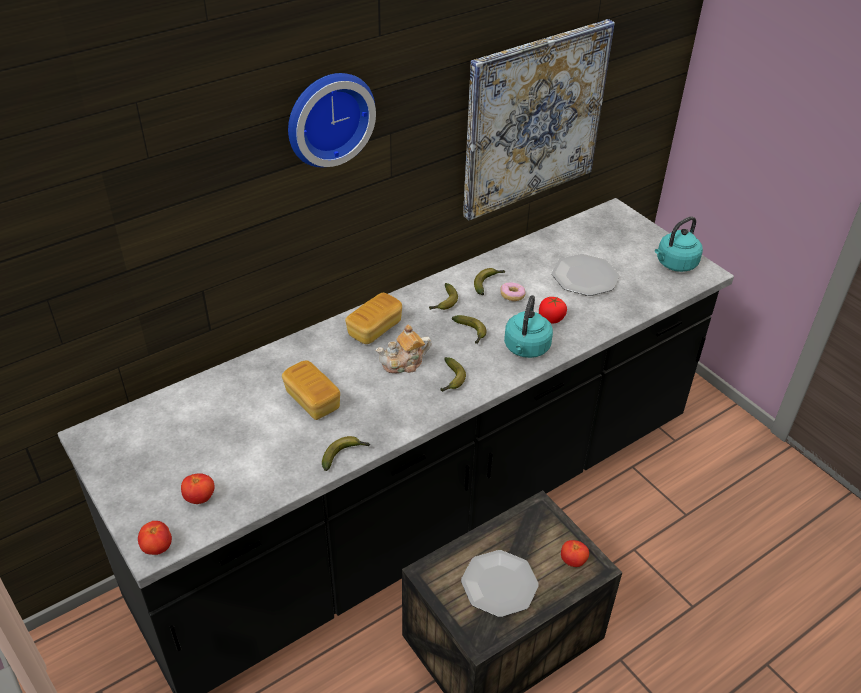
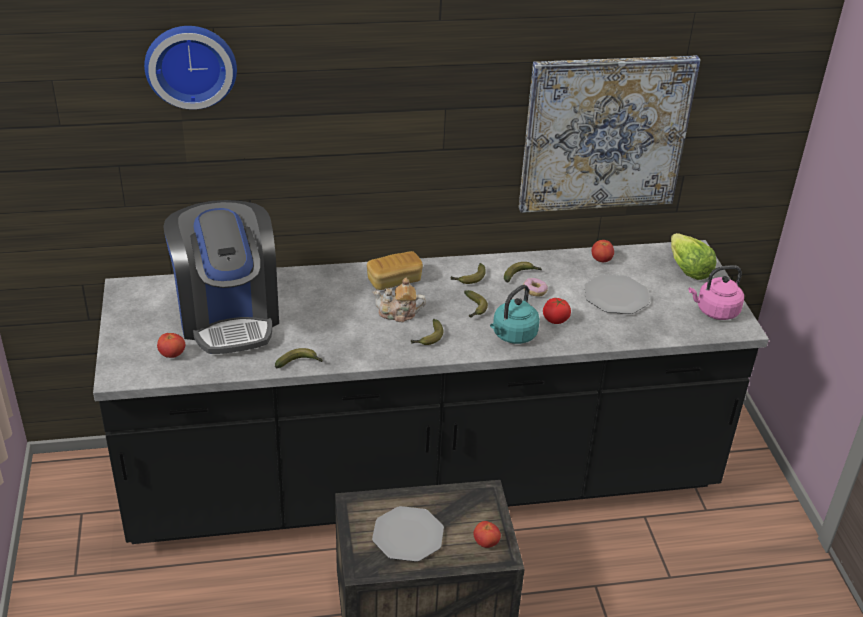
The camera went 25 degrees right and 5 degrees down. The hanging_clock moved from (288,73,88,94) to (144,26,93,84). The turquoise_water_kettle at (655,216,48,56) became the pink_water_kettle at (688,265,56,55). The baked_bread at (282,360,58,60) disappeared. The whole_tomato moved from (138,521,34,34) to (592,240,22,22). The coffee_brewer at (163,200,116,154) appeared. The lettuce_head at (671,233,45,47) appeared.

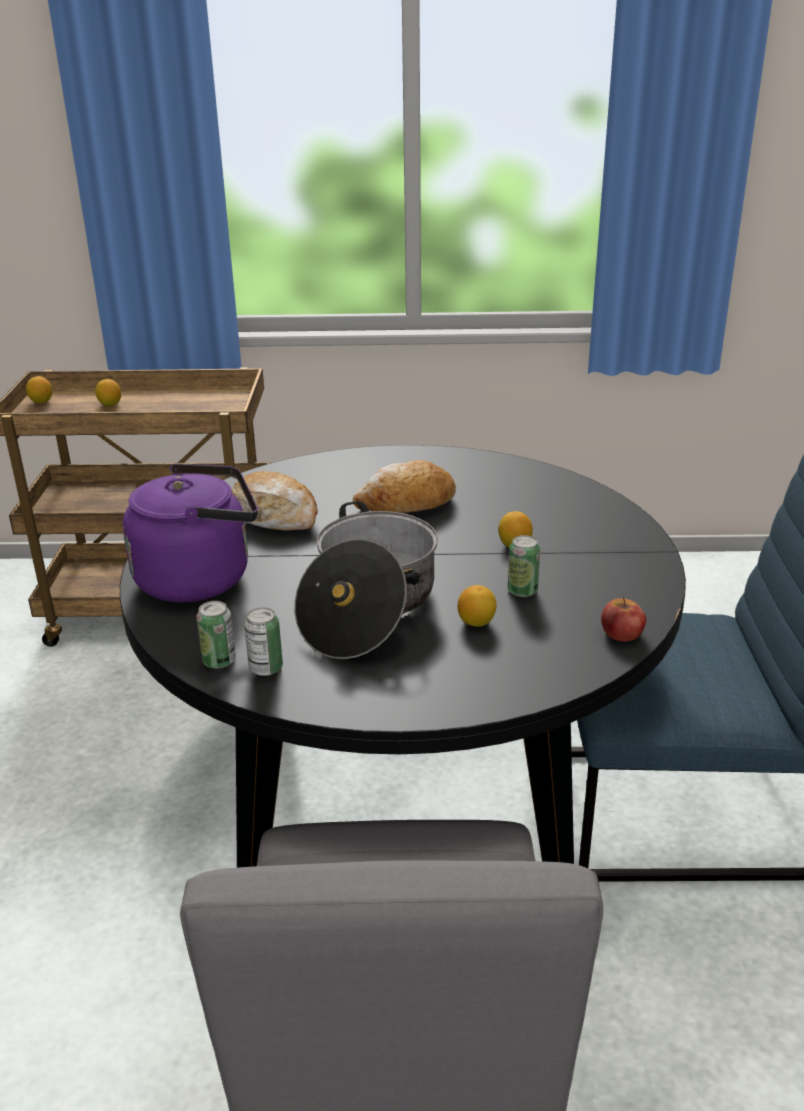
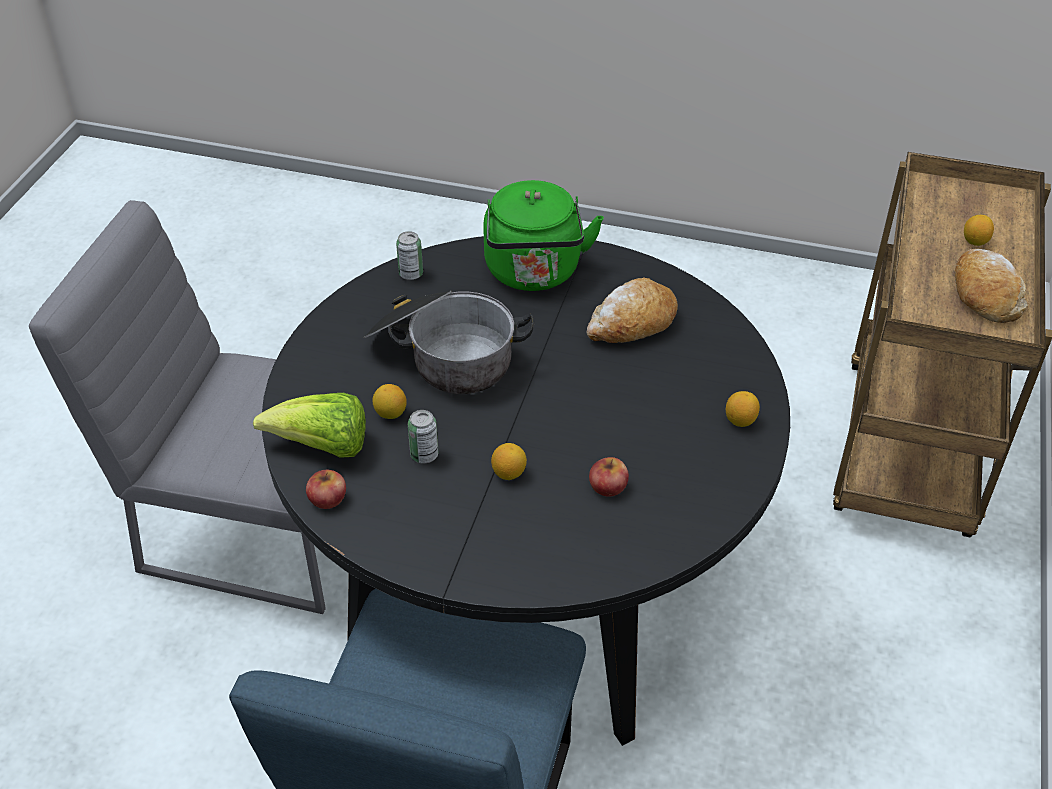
The camera went 105 degrees right and 15 degrees up. The citrus_fruit moved from (26,376,26,27) to (726,391,34,36). The baked_bread moved from (353,460,103,53) to (955,249,73,74). The purplish_water_kettle at (122,463,136,139) became the green_water_kettle at (483,180,121,111). The sealed_can at (244,607,39,69) disappeared. The lettuce_head at (253,393,113,65) appeared. The apple at (589,457,40,40) appeared.

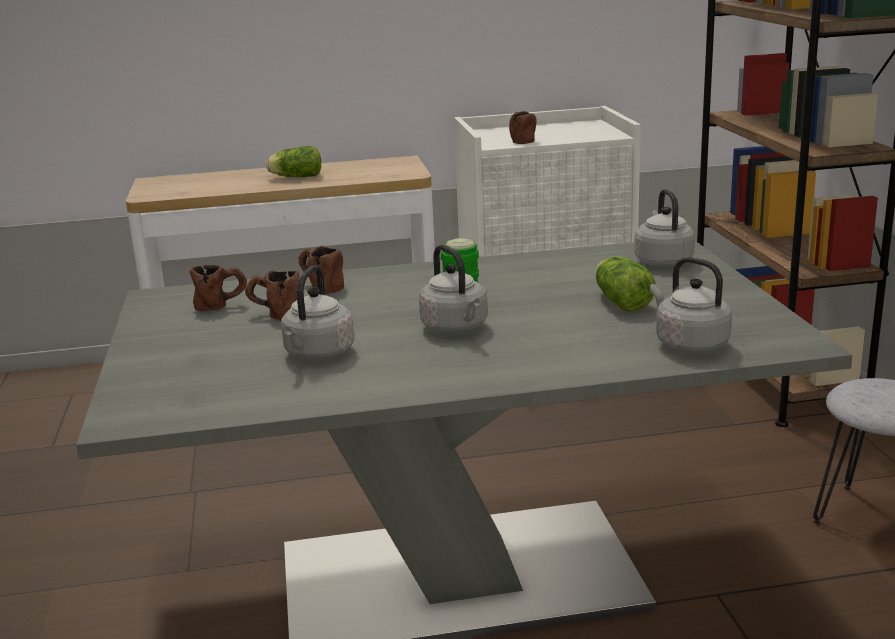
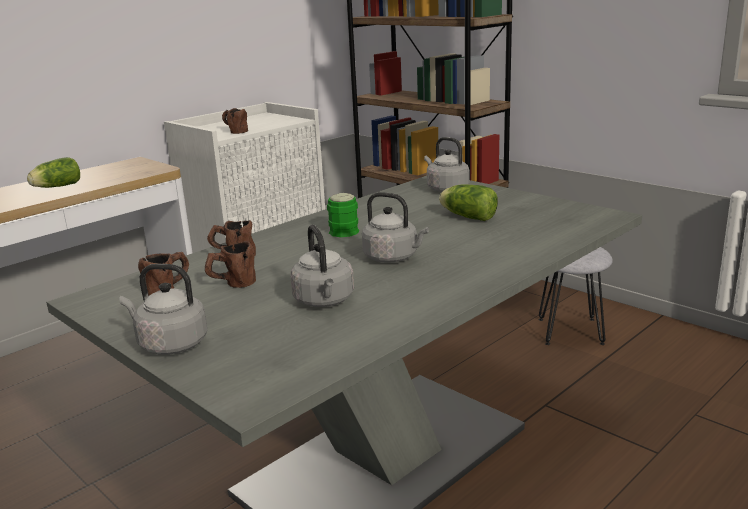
The camera went 35 degrees left and 0 degrees up. The grey_water_kettle moved from (650,257,82,96) to (119,264,88,91).

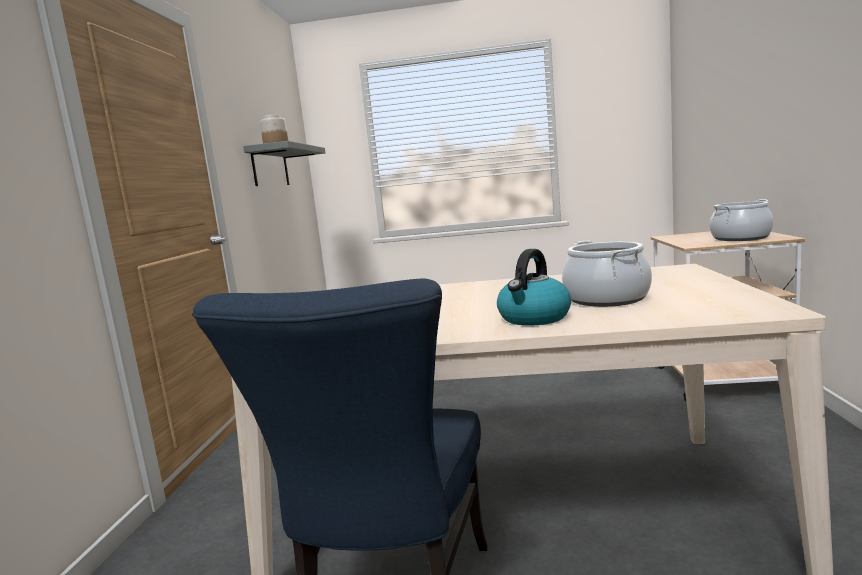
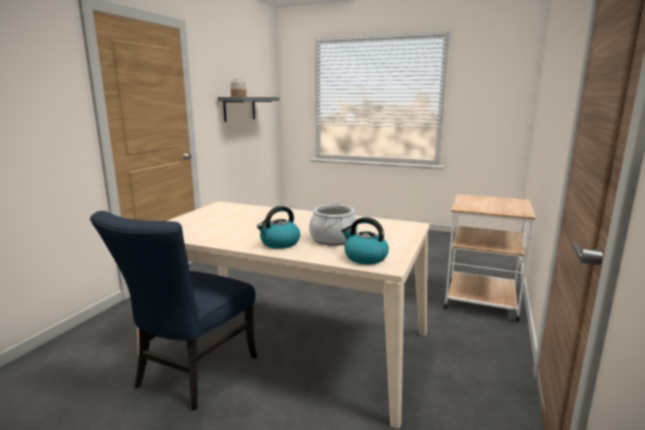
The camera went 15 degrees right and 5 degrees up. The saucepot at (710,199,63,42) disappeared. The water_kettle at (342,217,47,47) appeared.

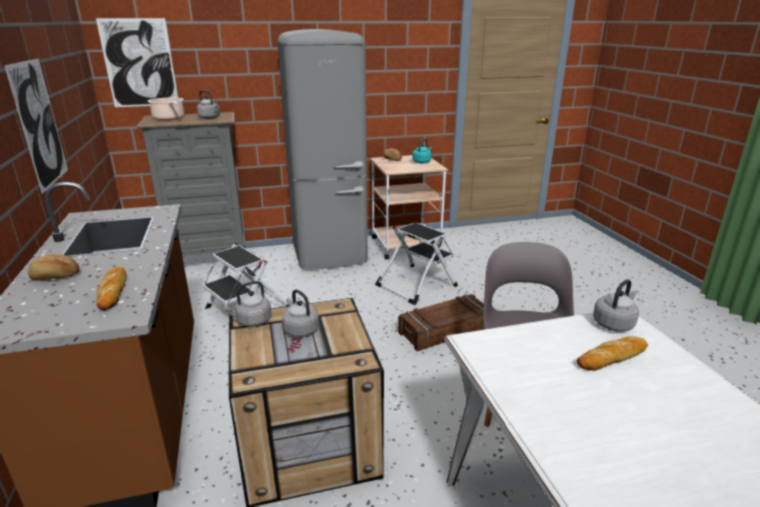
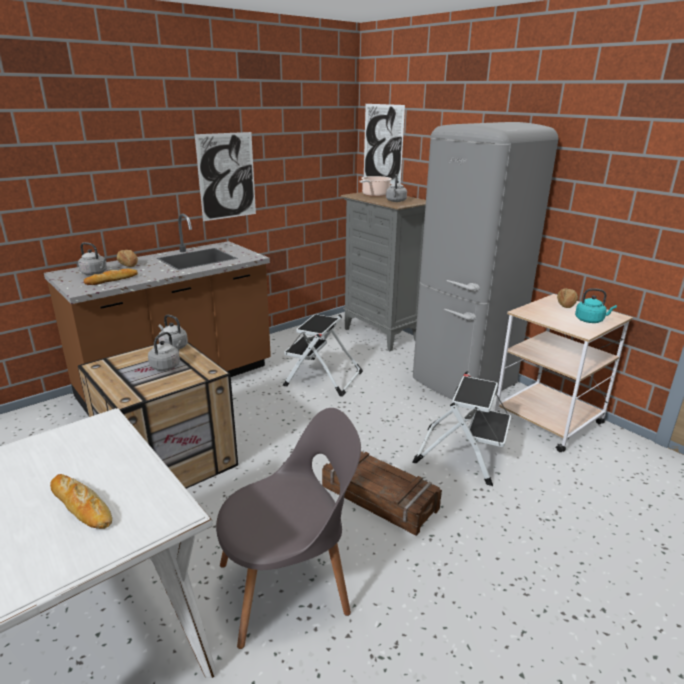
The camera went 65 degrees right and 0 degrees up. The grey_water_kettle moved from (593,279,46,53) to (78,242,29,33).

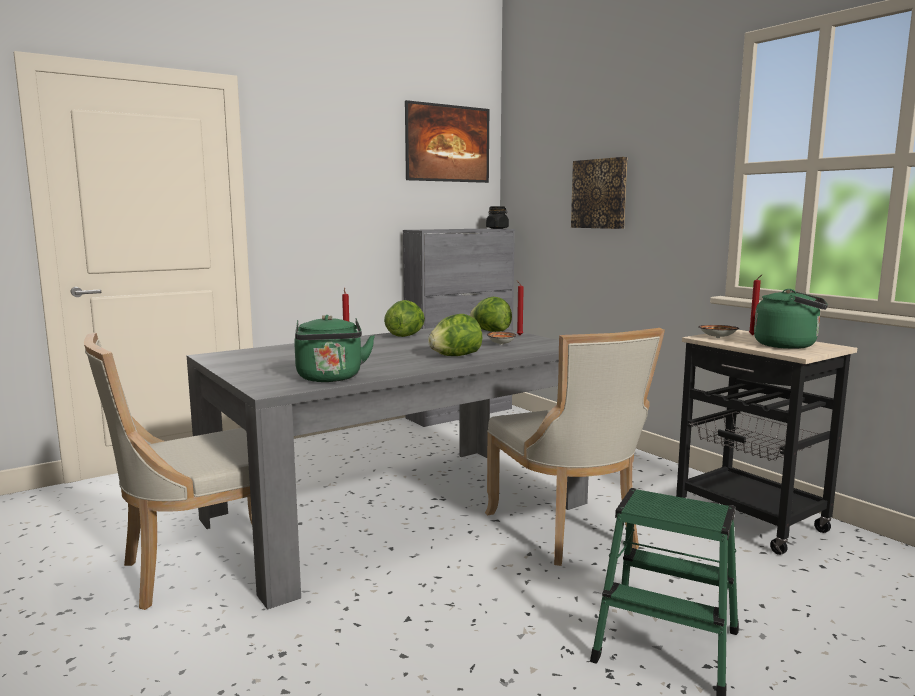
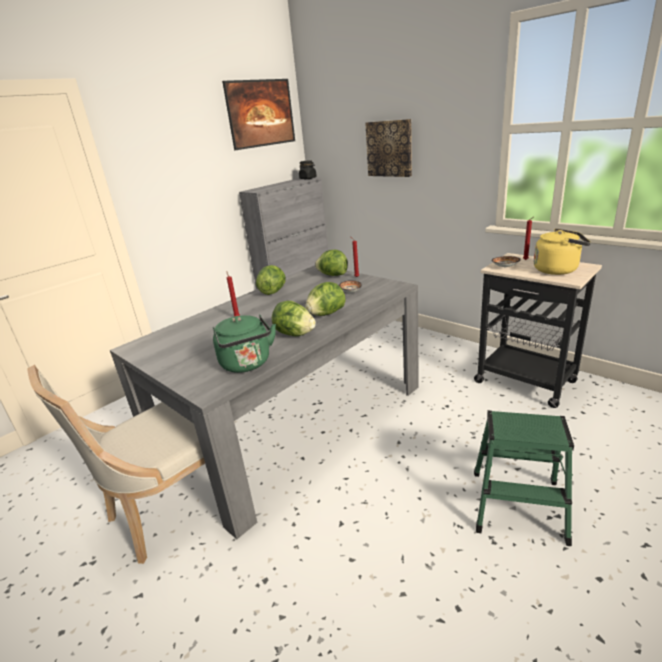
The camera went 10 degrees left and 15 degrees up. The green_water_kettle at (754,289,74,60) became the yellow_water_kettle at (534,228,57,47). The beige_chair at (485,328,180,238) disappeared. The lettuce_head at (272,301,44,35) appeared.

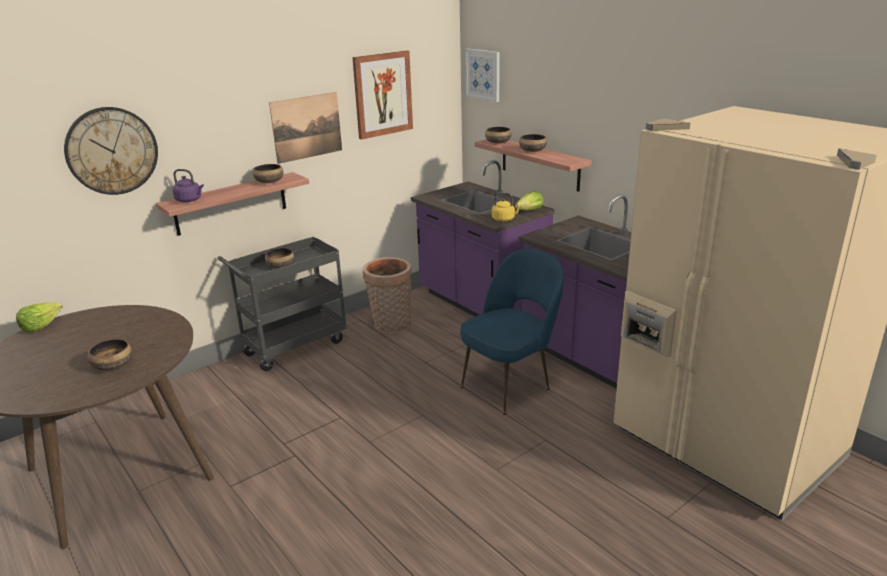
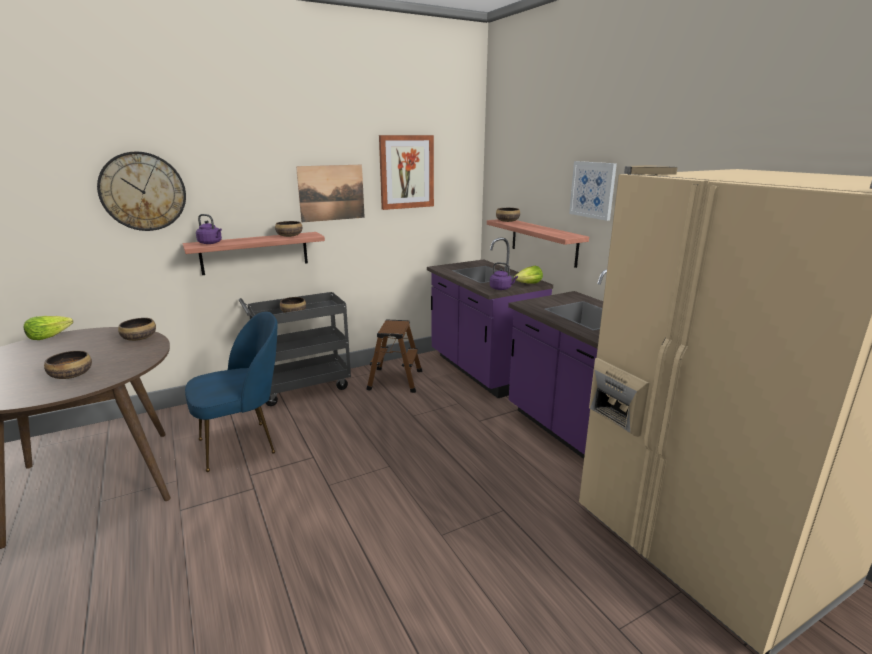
The camera went 10 degrees right and 5 degrees down. The wall_picture moved from (465,48,35,54) to (569,161,48,60). The serving_bowl moved from (519,134,28,18) to (118,318,38,23). The yellow_water_kettle at (492,192,30,29) became the purplish_water_kettle at (490,262,28,28). The bluish_chair moved from (460,249,104,166) to (185,312,93,160). The household_basket at (363,257,49,76) was replaced by the brown_step_ladder at (366,320,57,73).

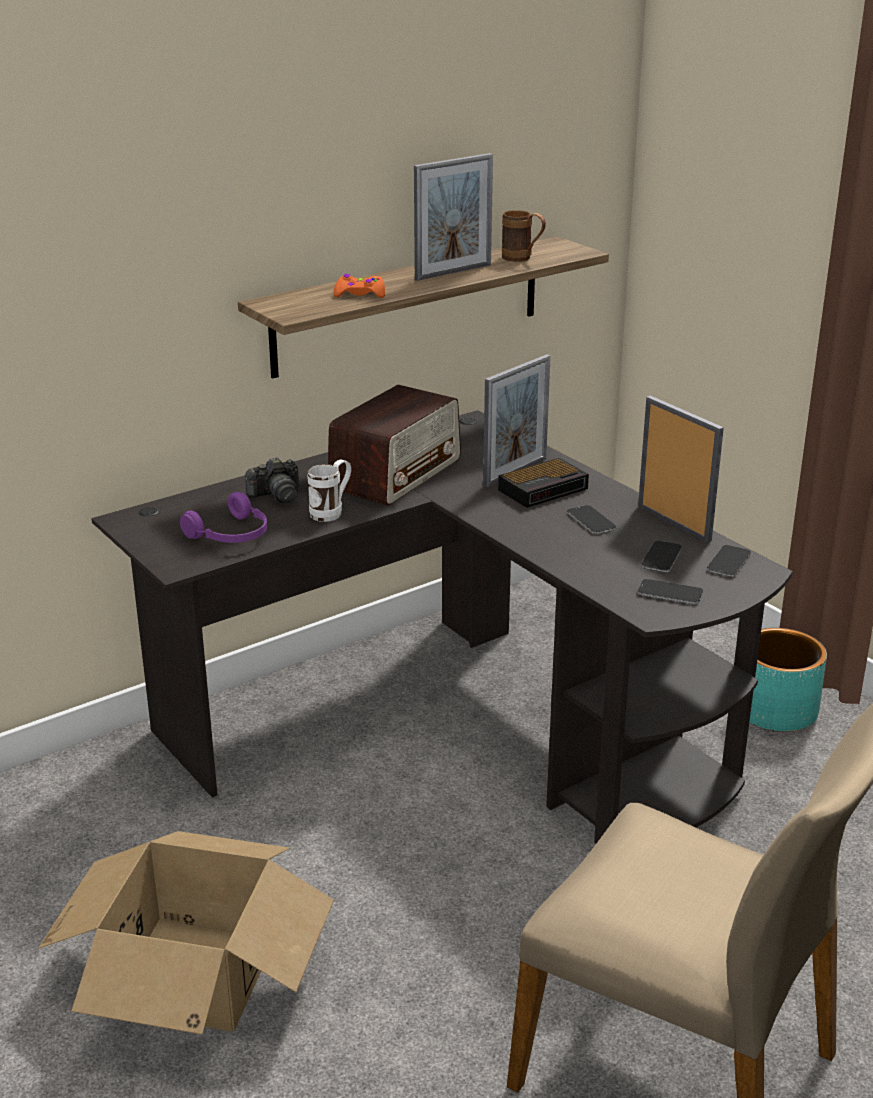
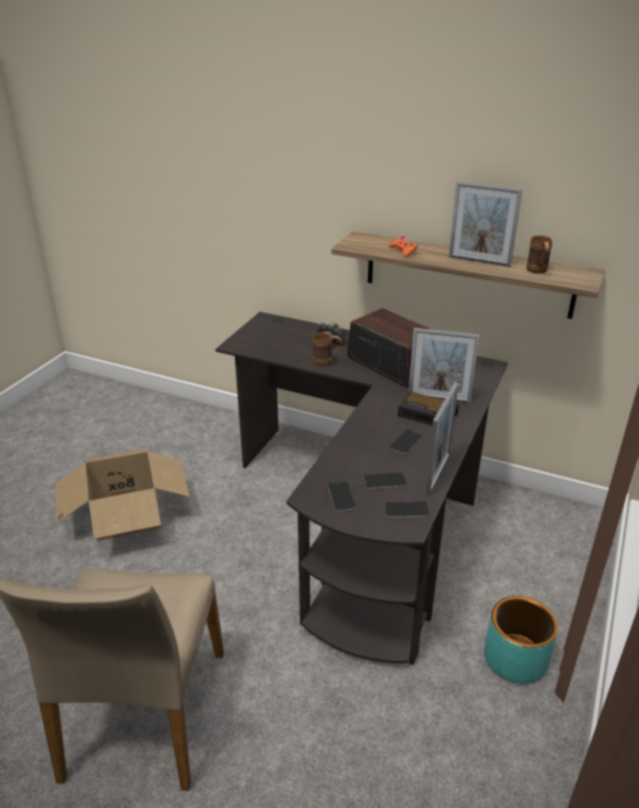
The camera went 60 degrees right and 5 degrees up. The radio at (328,385,133,120) turned 135 degrees counterclockwise. The whitish_coffee_mug at (307,459,44,63) became the brown_coffee_mug at (313,332,29,34). The purplish_pair_of_headphones at (180,492,87,51) disappeared.

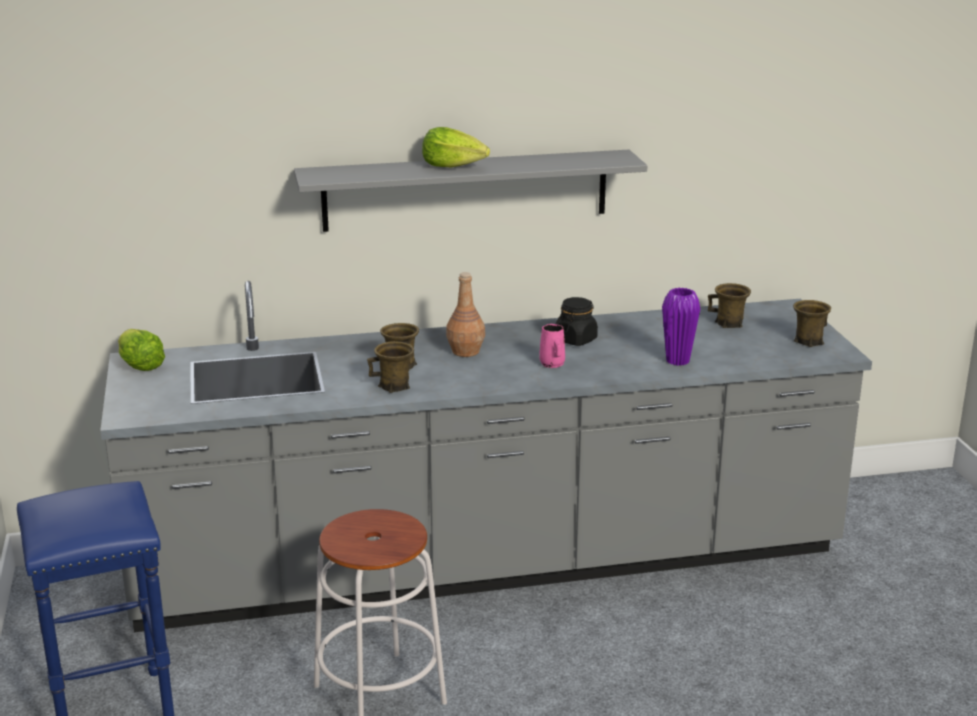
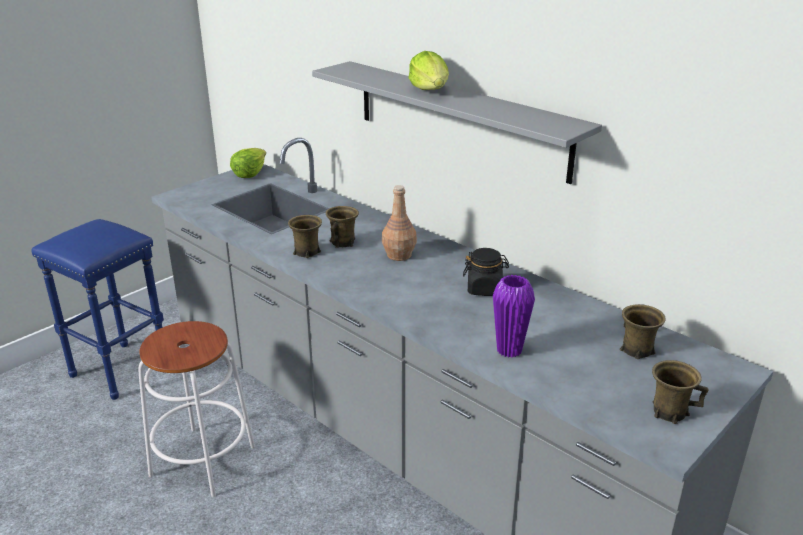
The camera went 55 degrees right and 5 degrees up. The pink_coffee_mug at (539,324,26,44) disappeared.

